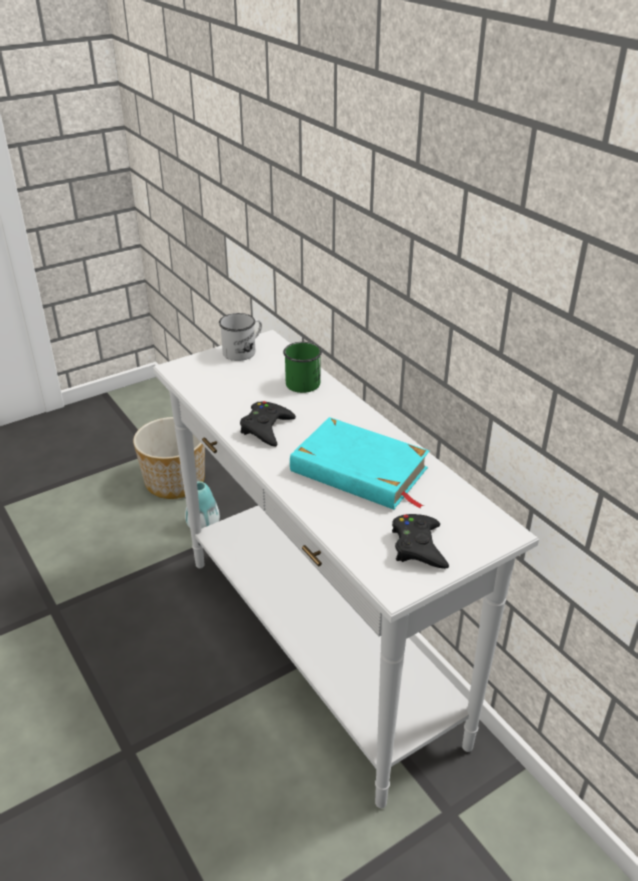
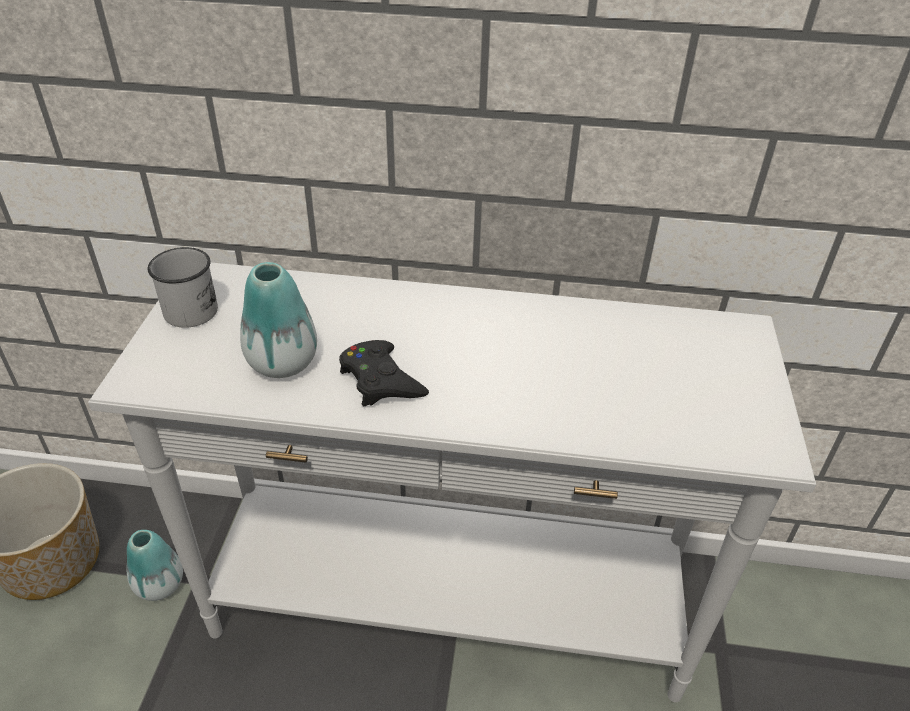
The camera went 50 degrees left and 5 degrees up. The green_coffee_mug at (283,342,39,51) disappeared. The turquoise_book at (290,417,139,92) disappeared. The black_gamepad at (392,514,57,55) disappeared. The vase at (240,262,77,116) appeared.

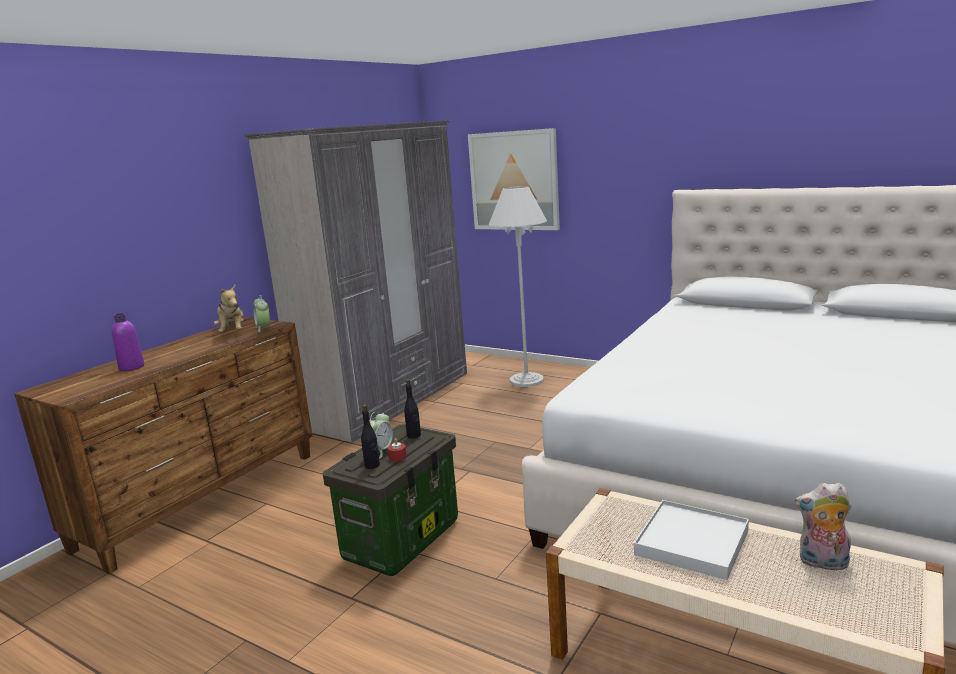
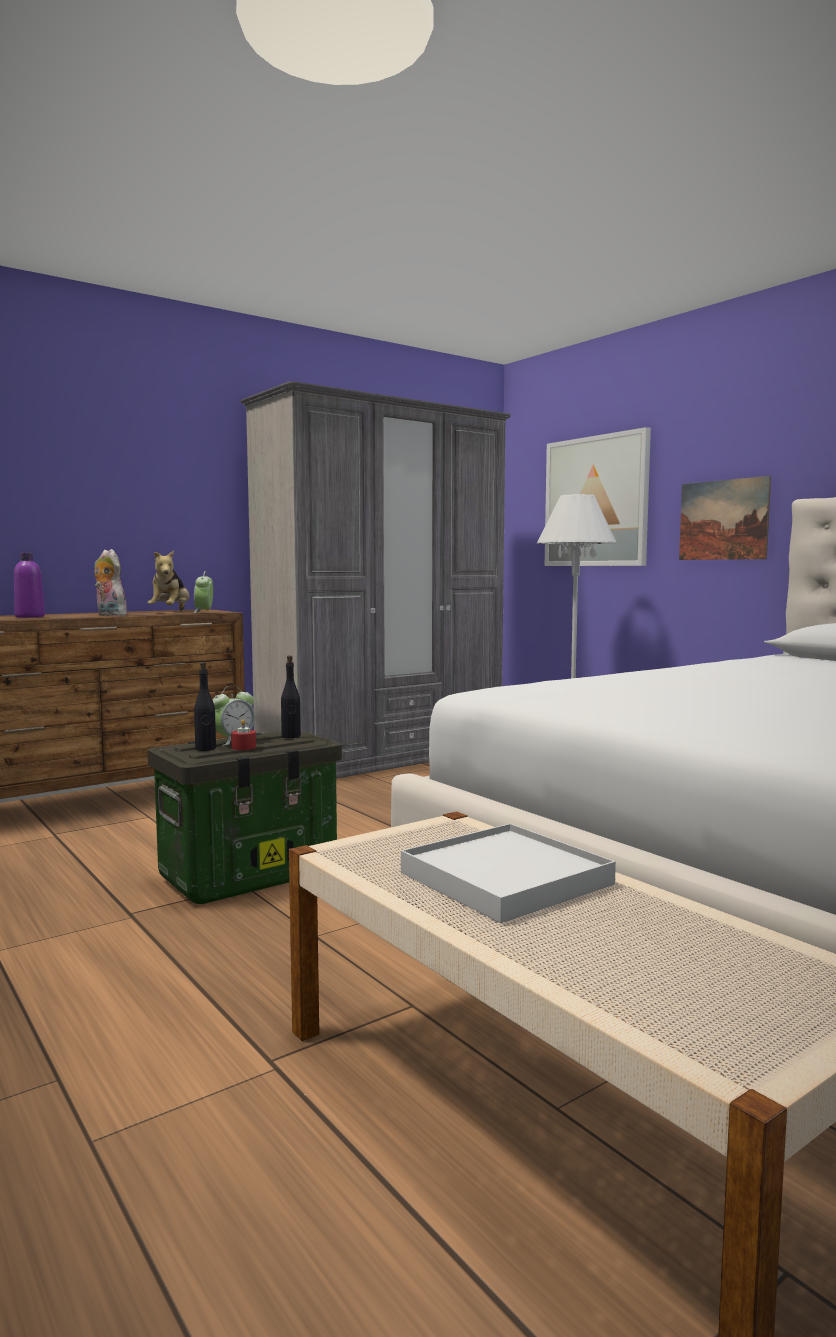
The camera went 20 degrees right and 10 degrees down. The cuddly_toy moved from (795,483,57,88) to (94,549,33,67). The wall_picture at (679,476,92,84) appeared.

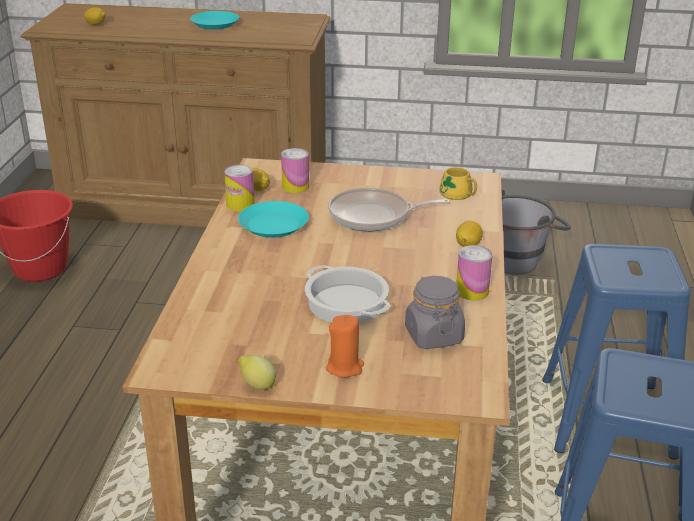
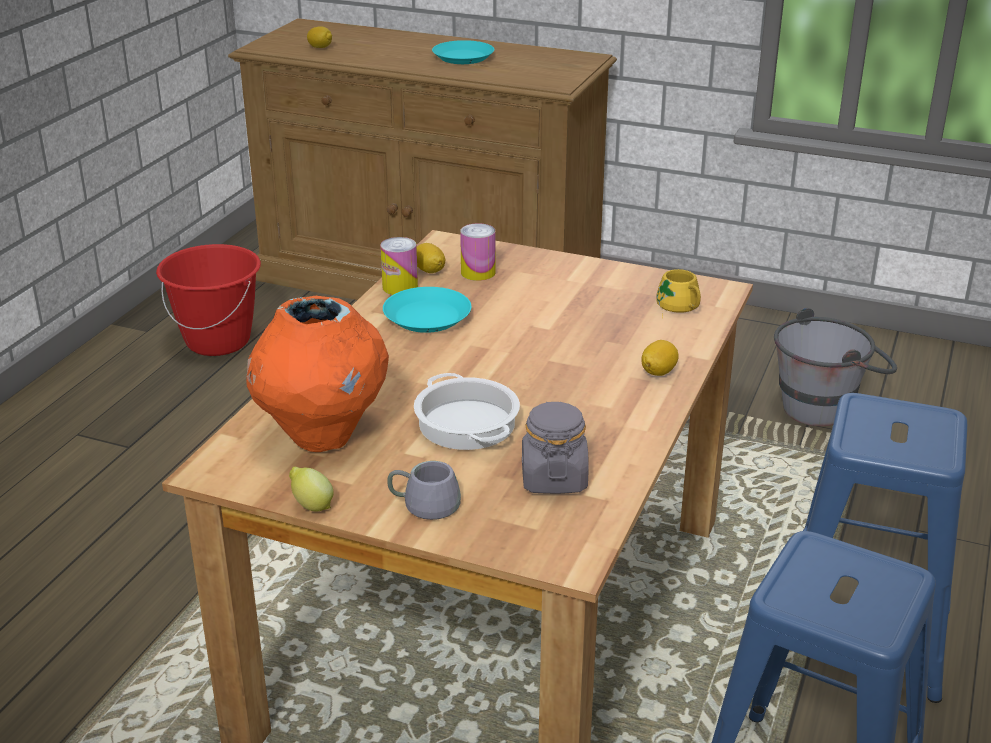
The camera went 15 degrees right and 0 degrees up. The skillet at (328,188,122,43) disappeared. The sealed_can at (456,245,36,55) disappeared. The orange_wax_candle at (326,315,38,62) was replaced by the grey_coffee_mug at (387,461,74,59). The orange_vase at (246,296,143,156) appeared.

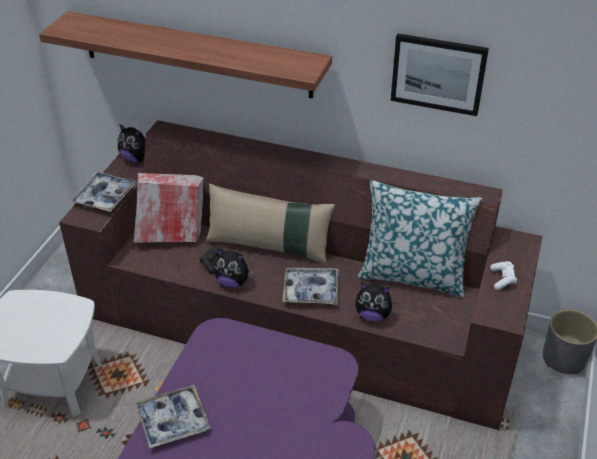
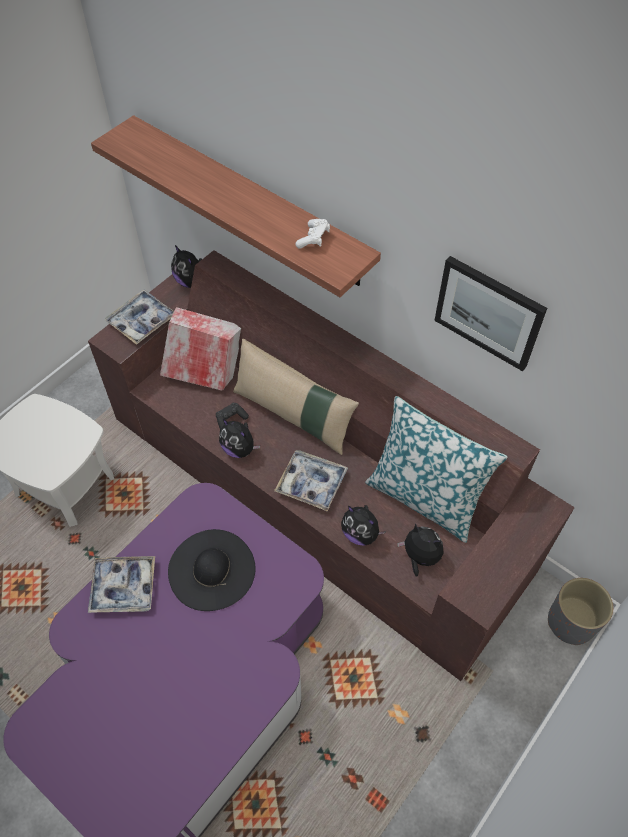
The camera went 20 degrees right and 15 degrees up. The whitish_gamepad moved from (490,261,27,29) to (296,219,34,30). The cuddly_toy at (397,523,46,53) appeared. The black_wearable_hat at (168,529,87,82) appeared.

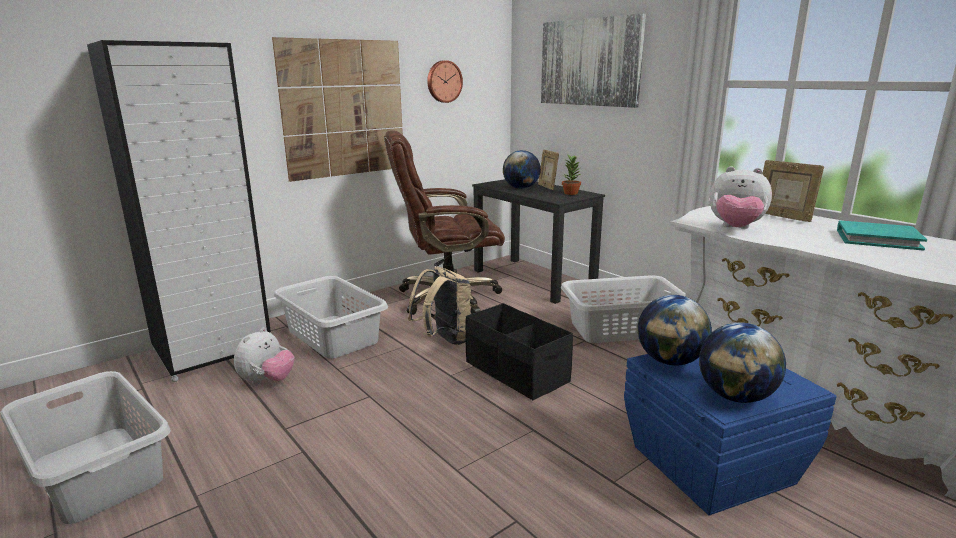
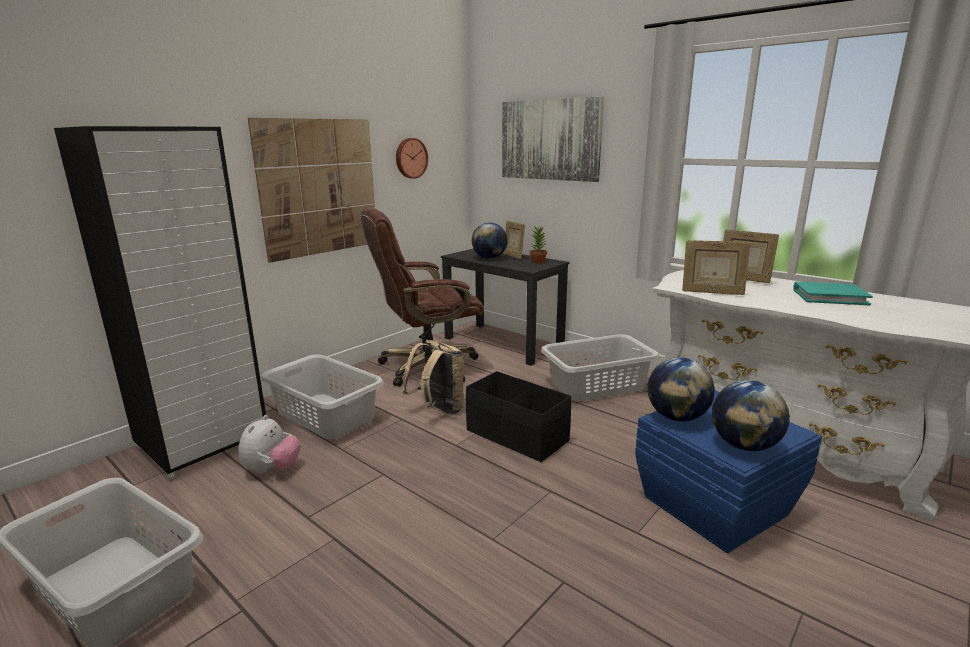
The camera went 10 degrees left and 0 degrees up. The cuddly_toy at (709,166,63,63) was replaced by the standing_frame at (682,240,68,55).

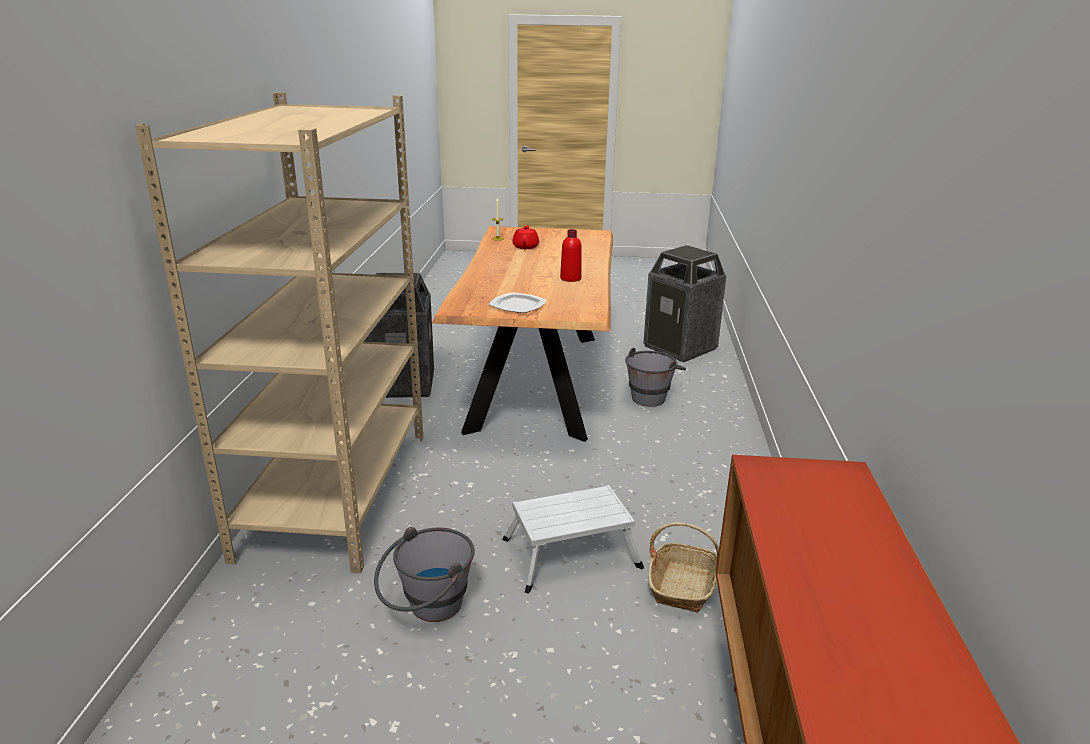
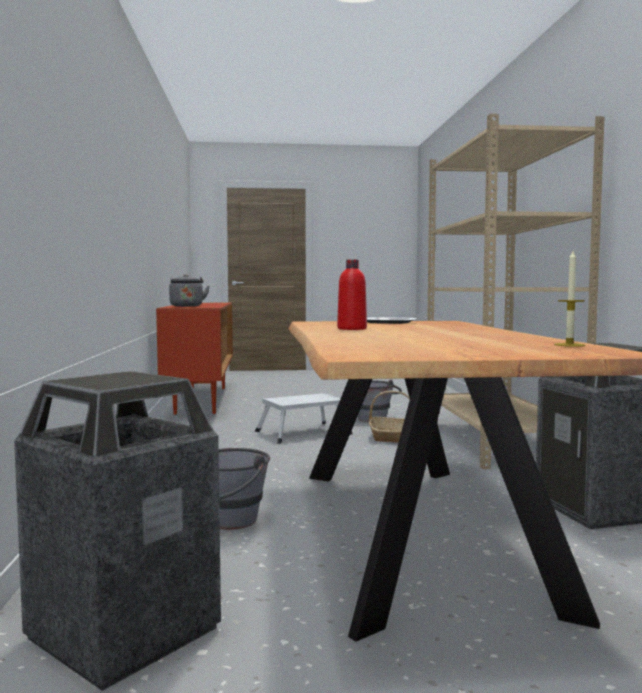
The camera went 170 degrees right and 20 degrees down. The red_pot_for_tea at (512,225,27,24) disappeared. The household_basket moved from (648,522,71,91) to (369,390,41,53). The grey_water_kettle at (169,274,41,33) appeared.

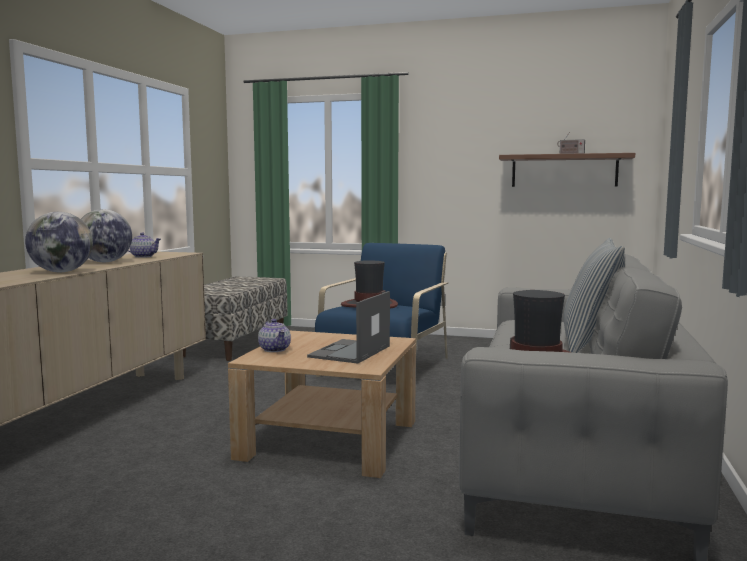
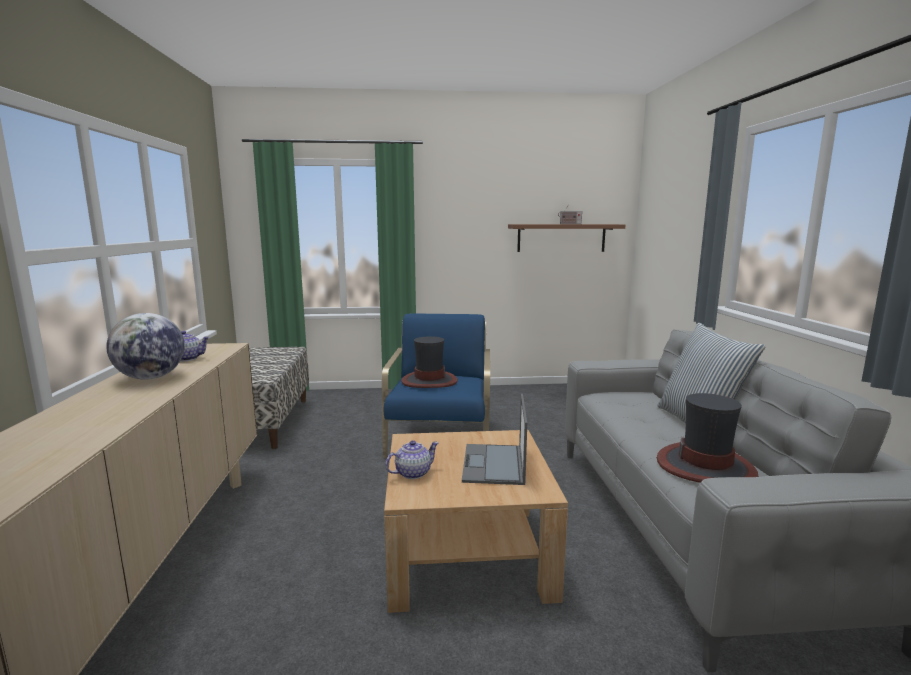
The camera went 20 degrees left and 5 degrees up. The world_globe at (25,212,68,60) disappeared. The pot_for_tea at (258,319,33,33) turned 75 degrees counterclockwise.

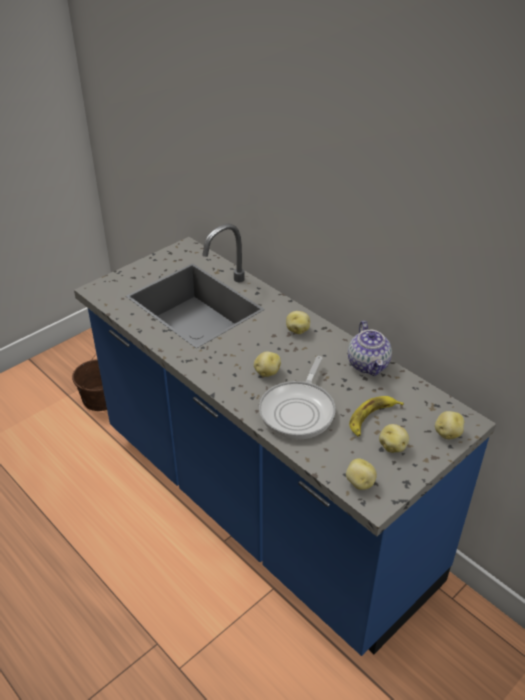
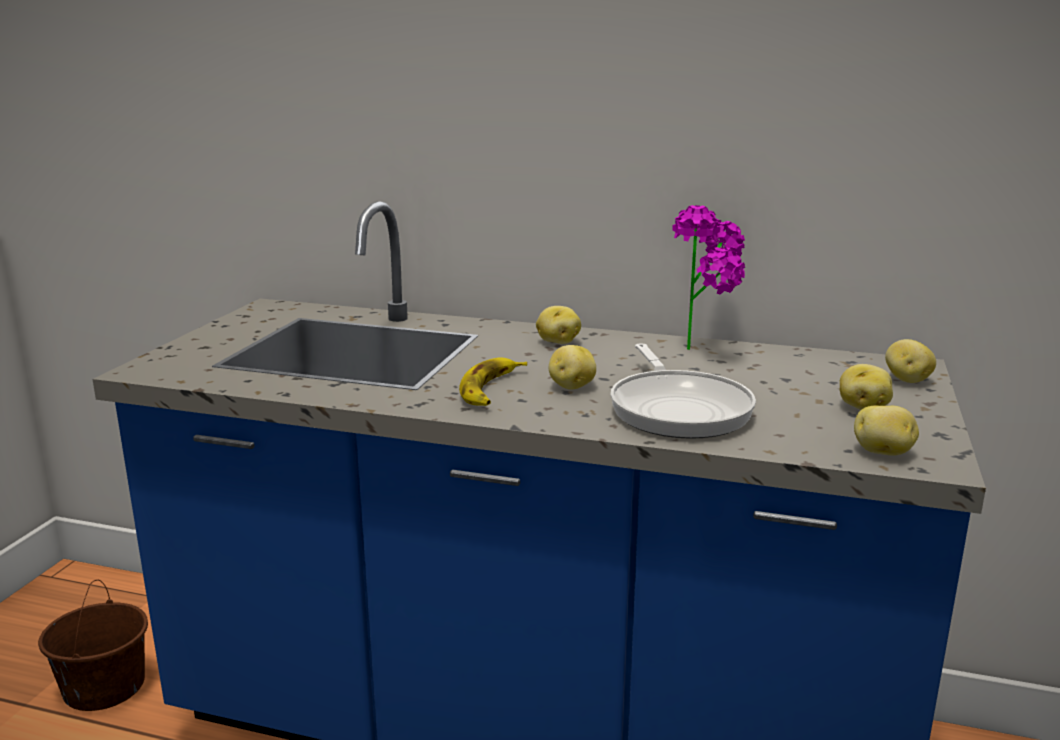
The camera went 30 degrees left and 20 degrees down. The pot_for_tea at (348,321,44,55) was replaced by the plant_in_a_pot at (672,205,73,145). The banana moved from (349,396,55,40) to (459,357,68,49).

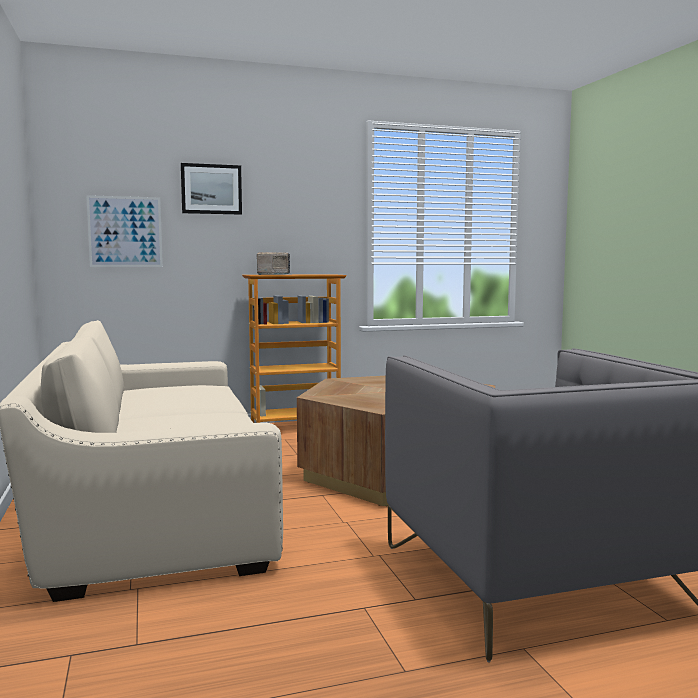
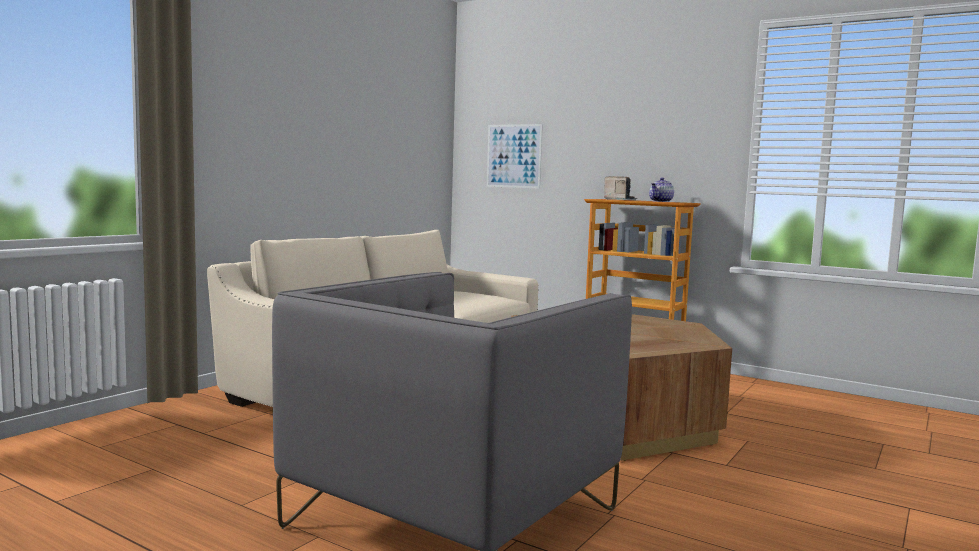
The camera went 50 degrees right and 0 degrees up. The wall_picture at (181,163,61,52) disappeared. The pot_for_tea at (649,178,25,24) appeared.

